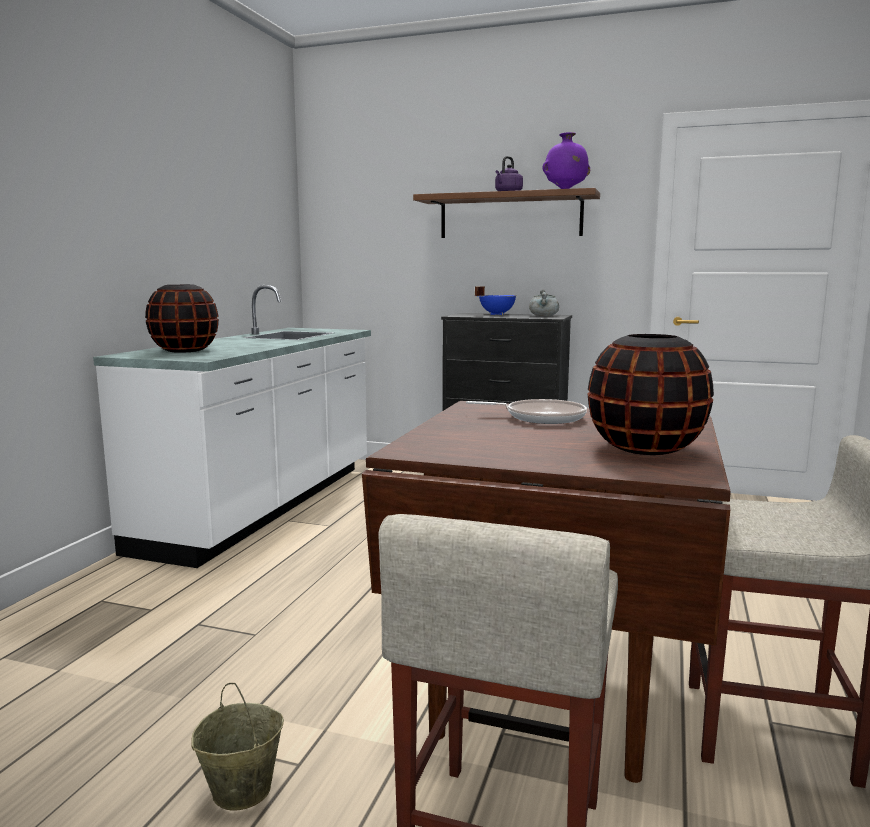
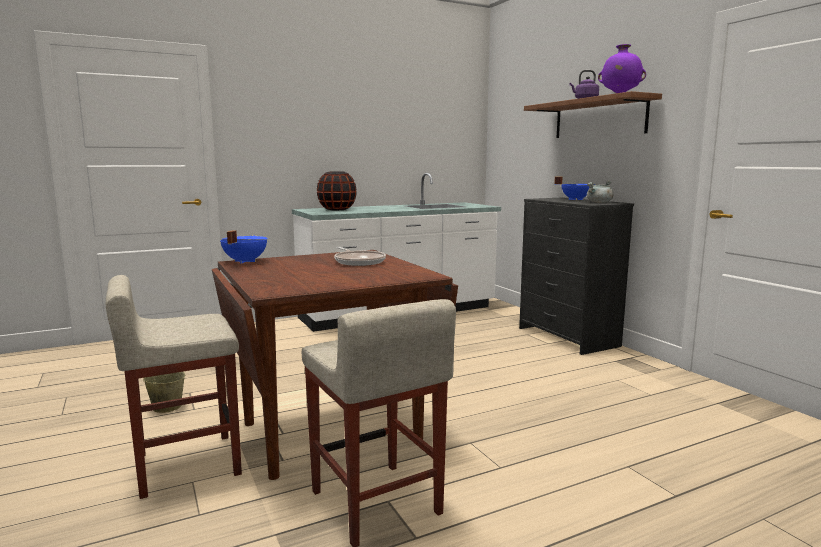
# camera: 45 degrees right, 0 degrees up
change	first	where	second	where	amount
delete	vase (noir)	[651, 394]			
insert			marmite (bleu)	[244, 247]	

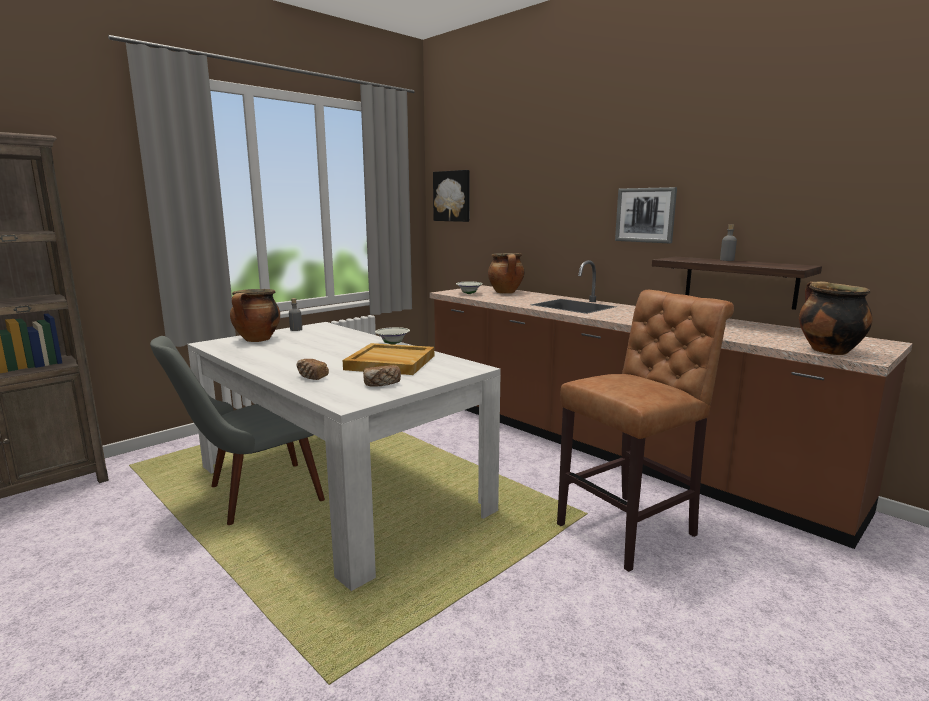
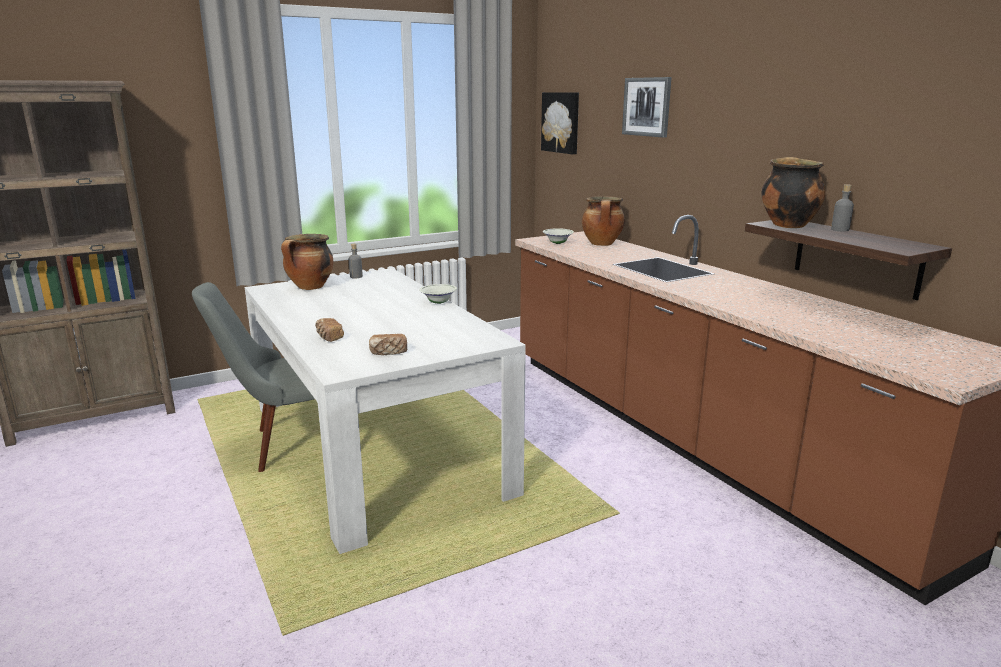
# camera: 15 degrees right, 5 degrees up
change	first	where	second	where	amount
move	tableau	[646, 215]		[646, 107]	
move	marmite	[835, 318]		[793, 192]	
delete	tabouret (marron)	[645, 431]			
delete	plateau (beige)	[388, 359]			

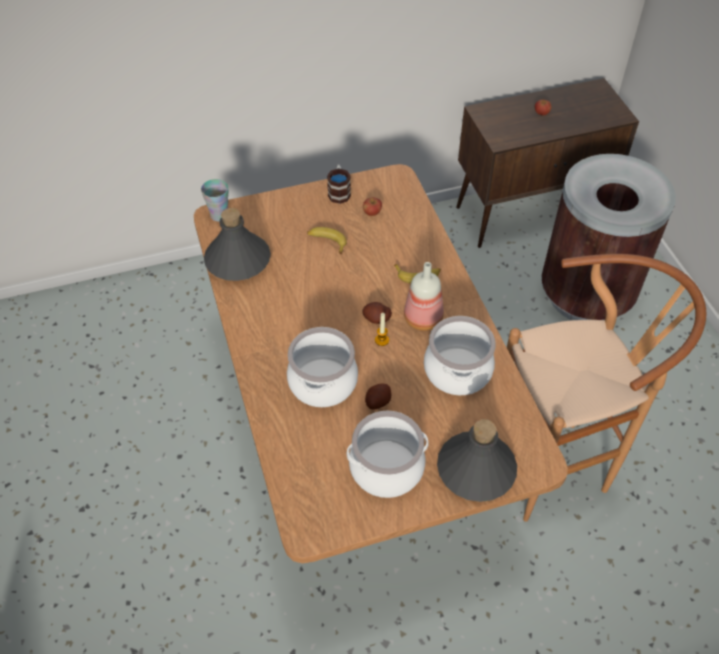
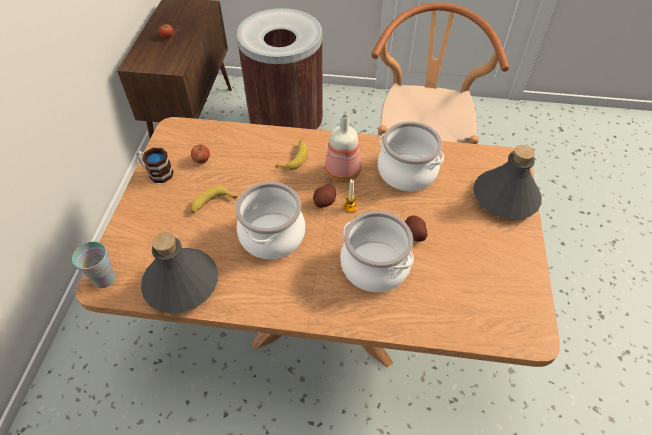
# camera: 65 degrees left, 0 degrees up
change	first	where	second	where	amount
move	marmite	[387, 454]		[270, 220]	

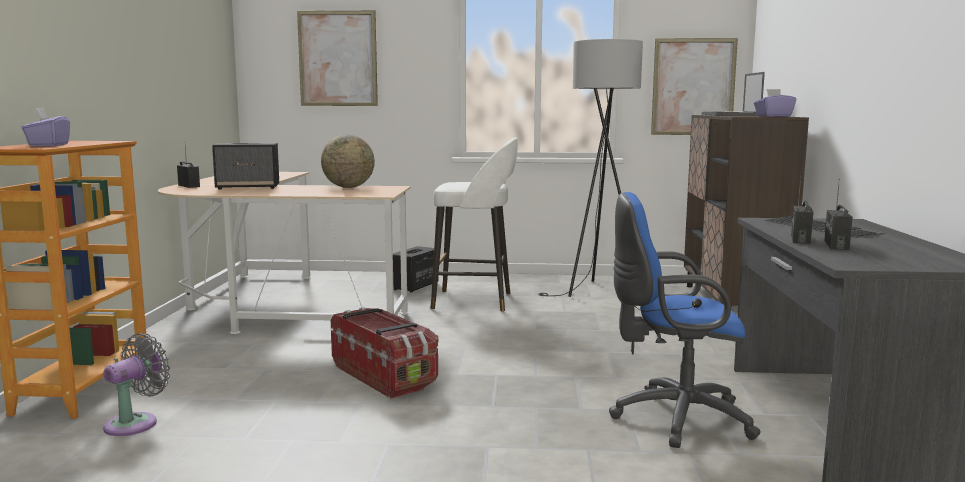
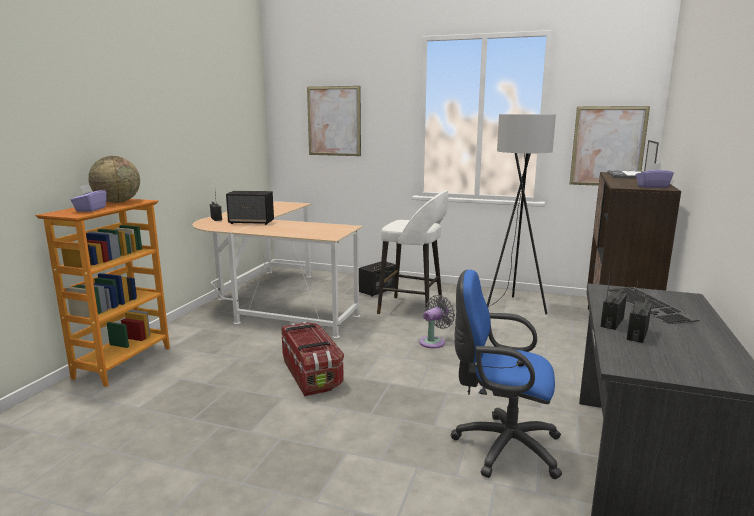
# camera: 15 degrees right, 5 degrees up
change	first	where	second	where	amount
move	globe	[348, 161]		[114, 179]	
move	ventilateur (gris)	[136, 384]		[437, 321]	

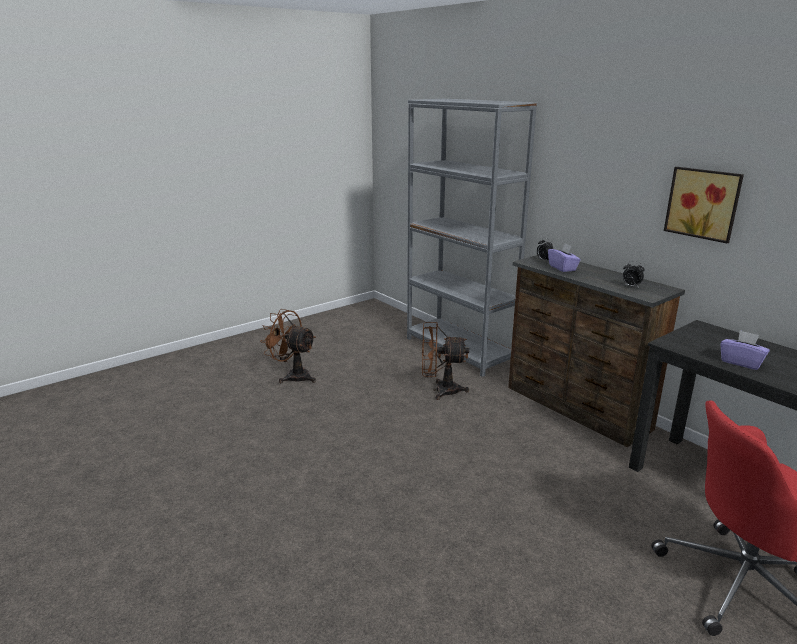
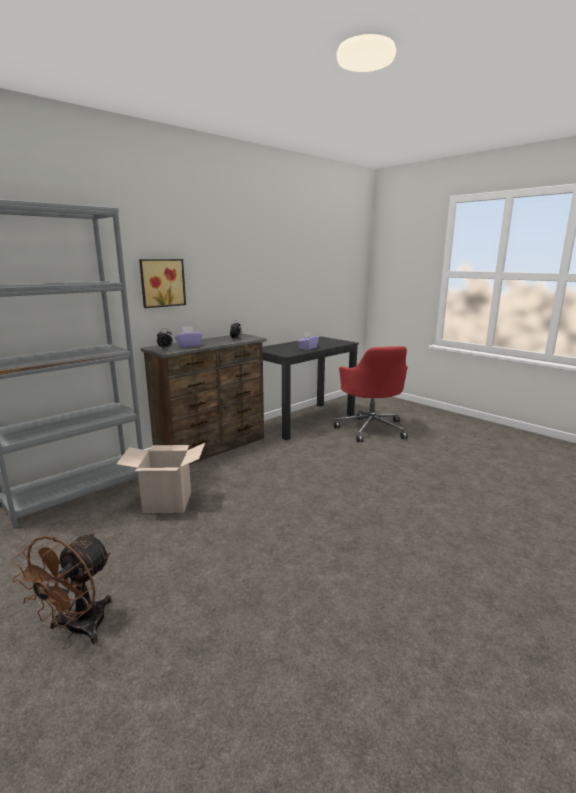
# camera: 95 degrees left, 5 degrees down
change	first	where	second	where	amount
move	tableau	[704, 205]		[162, 283]	
replace	ventilateur (marron)	[445, 361]	carton	[160, 478]	

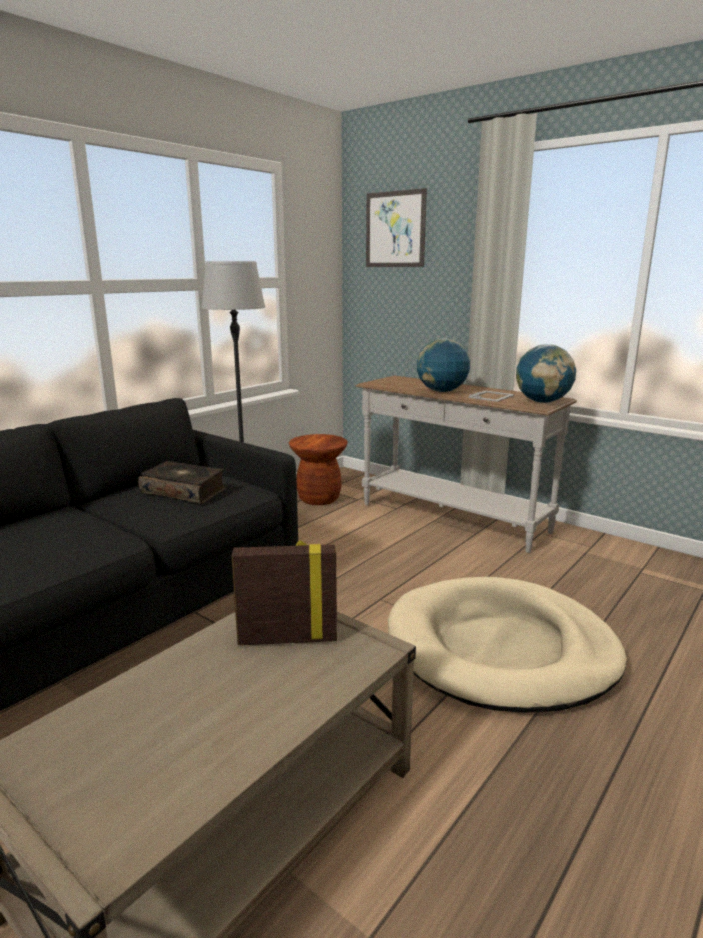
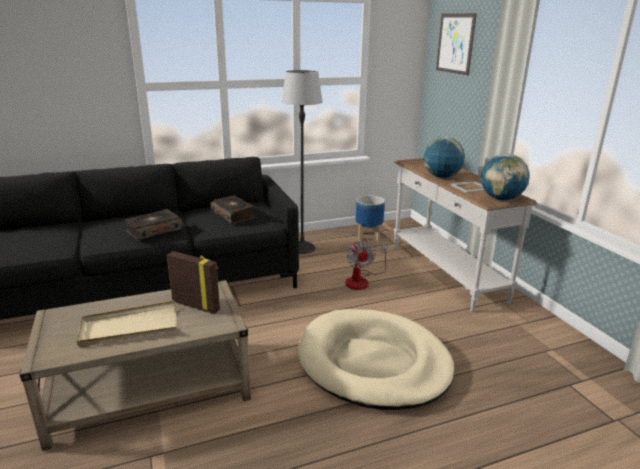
# camera: 30 degrees right, 5 degrees up
change	first	where	second	where	amount
replace	tabouret (marron)	[318, 469]	cache-pot	[370, 218]	
insert			livre	[153, 224]	
insert			ventilateur	[366, 265]	
insert			plateau (beige)	[127, 324]	

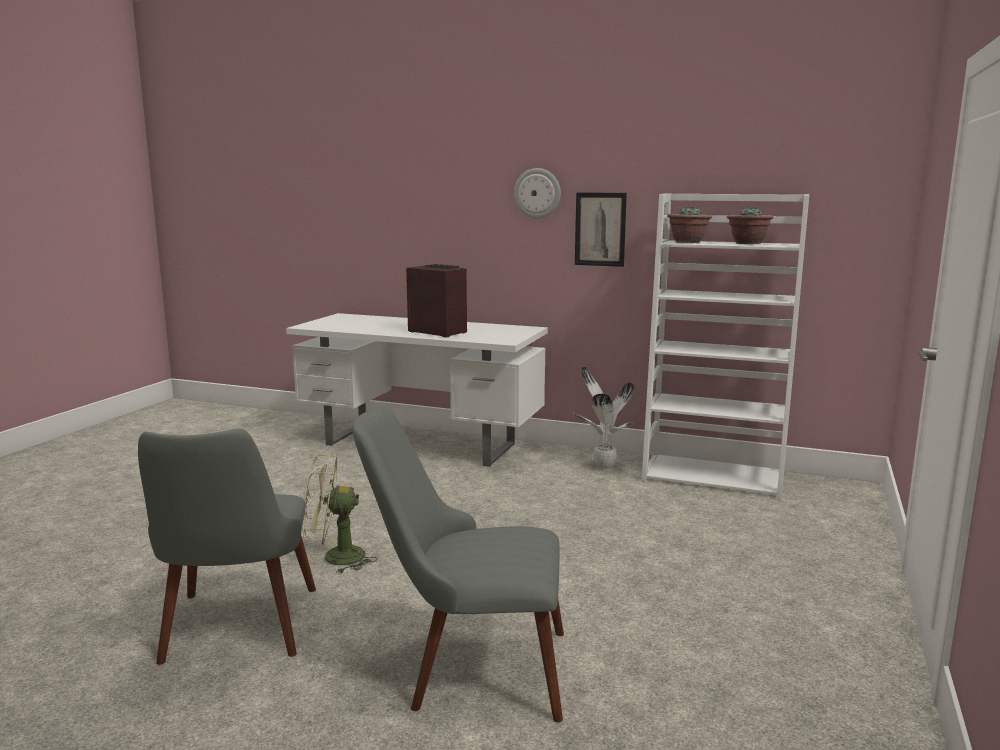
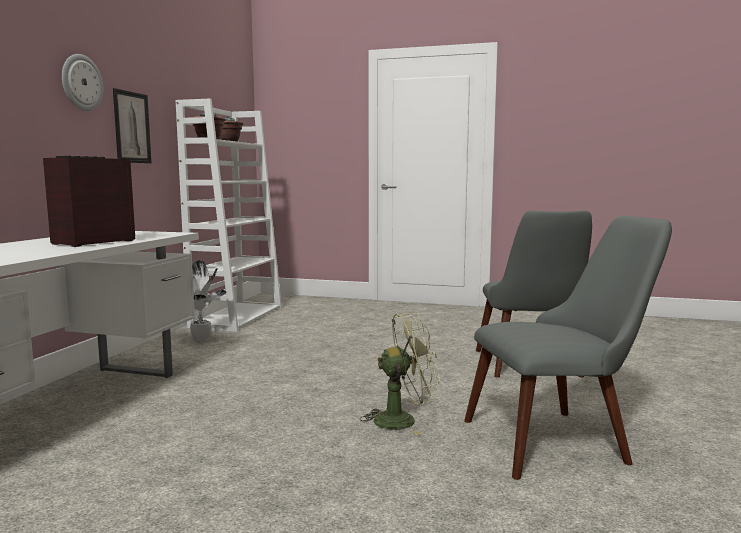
# camera: 95 degrees left, 5 degrees down
change	first	where	second	where	amount
rotate	ventilateur (vert)	[340, 513]		[400, 373]	90 degrees counterclockwise

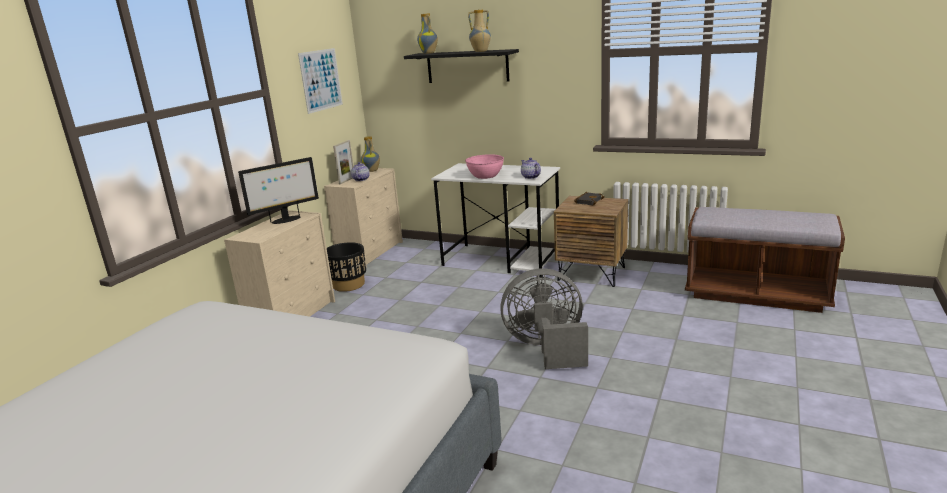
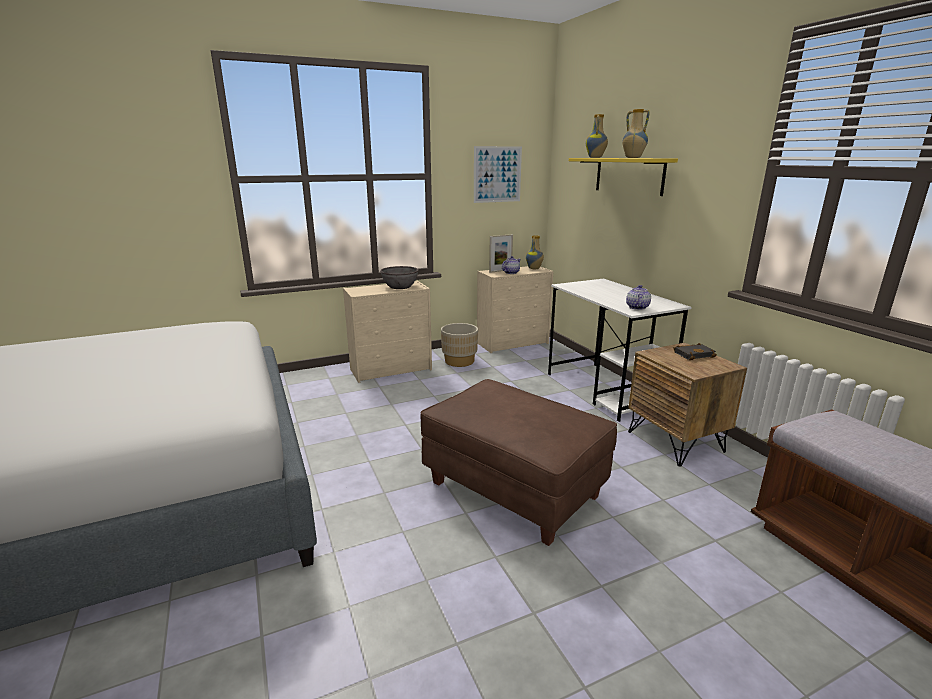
# camera: 40 degrees right, 0 degrees up
change	first	where	second	where	amount
recolor	étagère (noir)	[461, 66]	étagère (jaune)	[623, 177]	
delete	bol (rose)	[484, 166]			
replace	écran d'ordinateur	[278, 190]	bol (gris)	[399, 277]	
recolor	cache-pot (noir)	[346, 267]	cache-pot (beige)	[459, 345]	
replace	ventilateur (gris)	[544, 318]	pouf (marron)	[519, 462]	

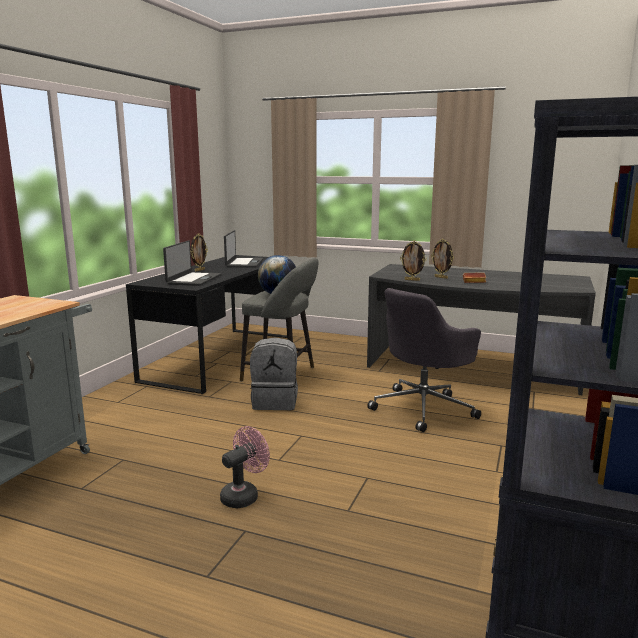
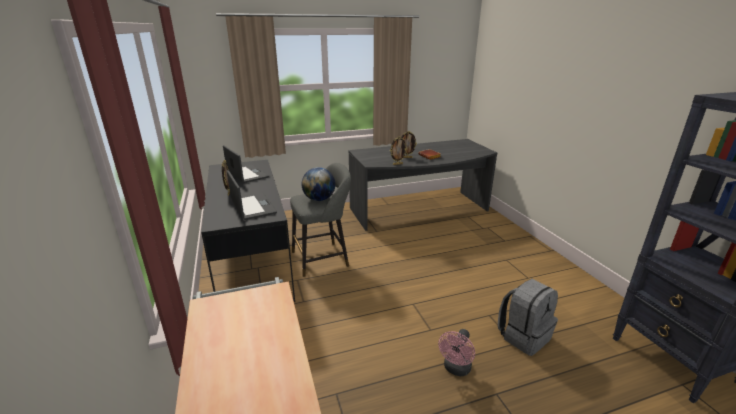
# camera: 40 degrees left, 10 degrees up
change	first	where	second	where	amount
delete	chaise de bureau (gris)	[424, 360]			
move	sac à dos (gris)	[274, 373]		[528, 317]	
rotate	ventilateur (rose)	[245, 467]		[456, 352]	150 degrees counterclockwise

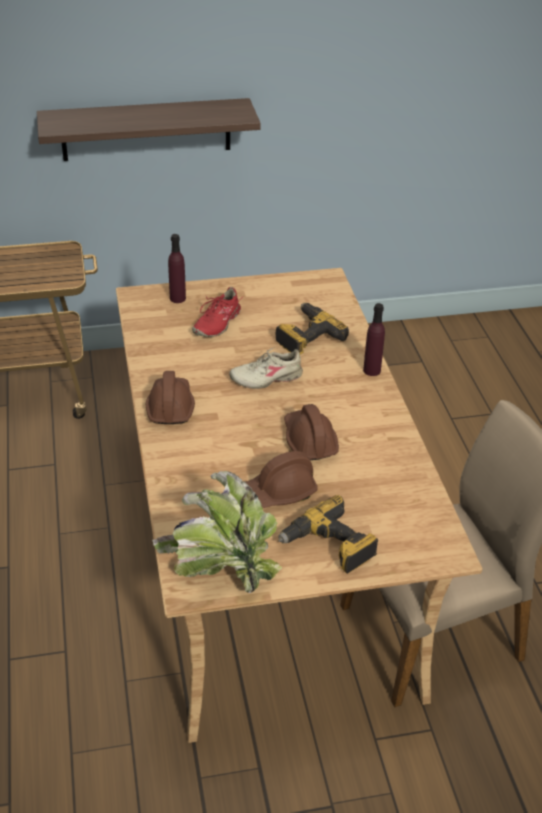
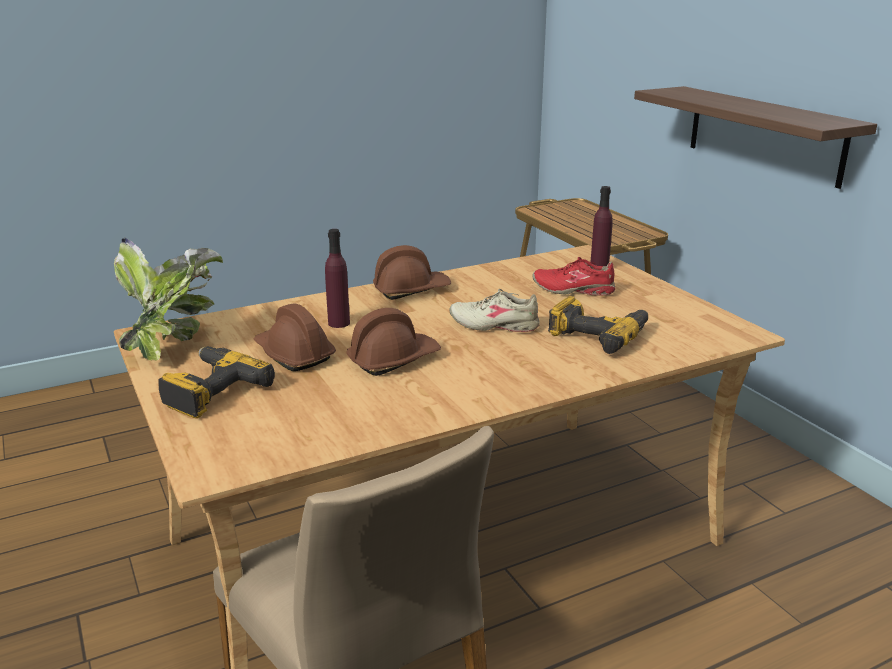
# camera: 75 degrees right, 15 degrees down
change	first	where	second	where	amount
move	bouteille (violet)	[374, 339]		[337, 278]	
rotate	chaussure (beige)	[266, 368]		[494, 310]	45 degrees counterclockwise

